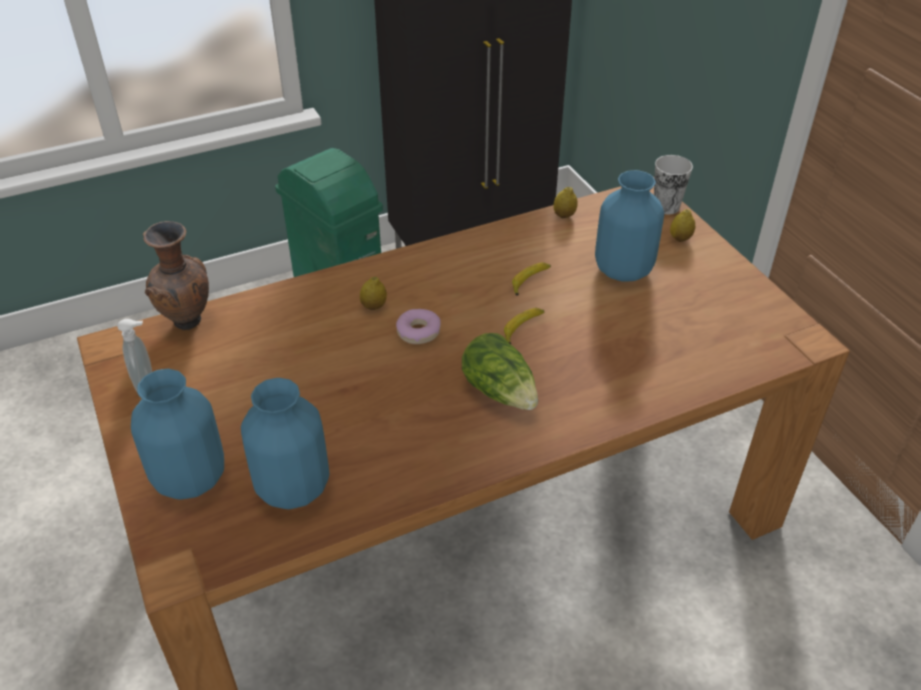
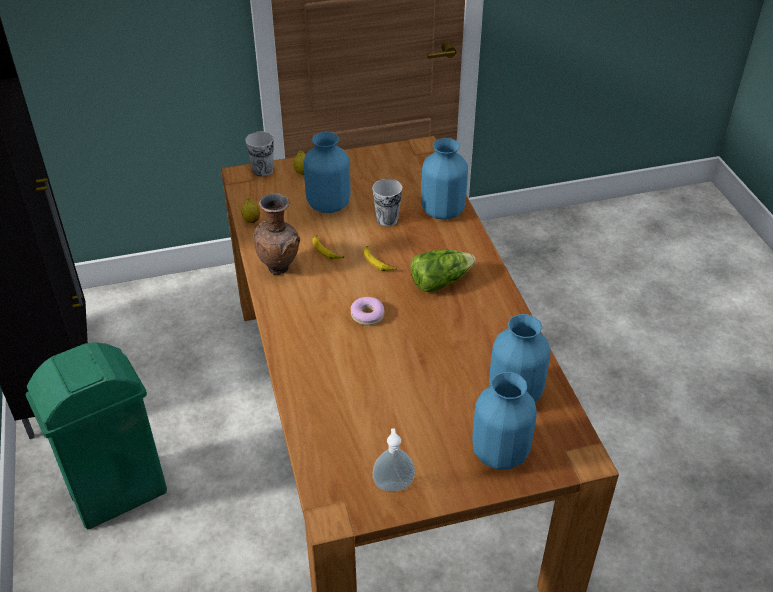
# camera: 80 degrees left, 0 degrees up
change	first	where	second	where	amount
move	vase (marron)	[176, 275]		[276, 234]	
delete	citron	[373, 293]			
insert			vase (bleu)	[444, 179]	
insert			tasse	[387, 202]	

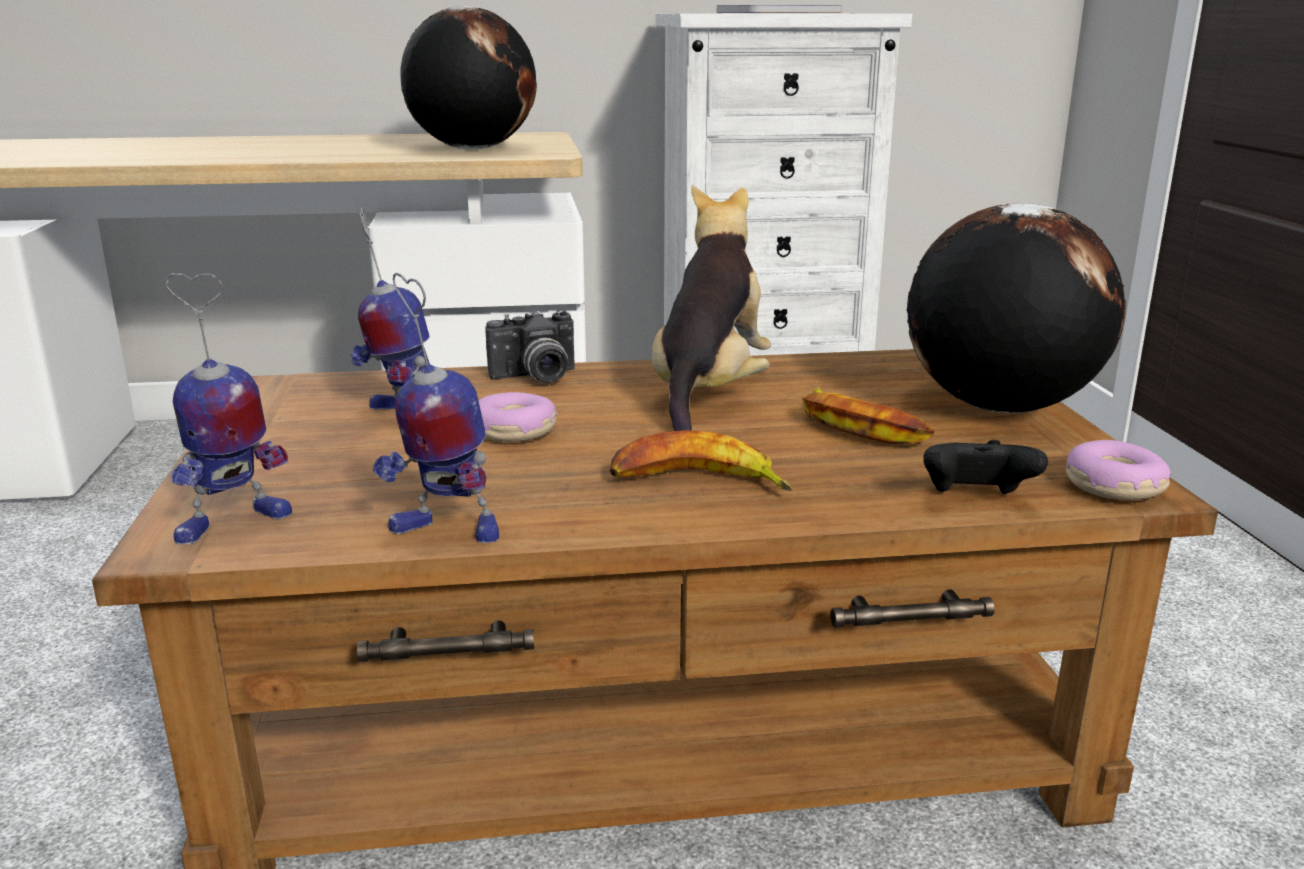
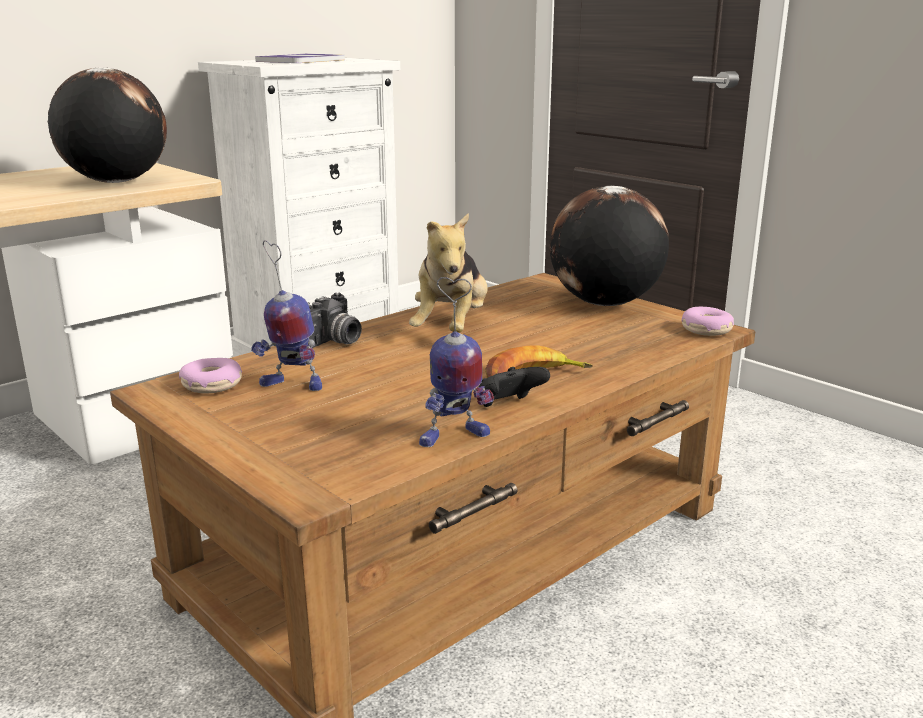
# camera: 35 degrees left, 0 degrees up
change	first	where	second	where	amount
rotate	peluche	[711, 308]		[448, 273]	150 degrees counterclockwise
delete	robot jouet	[228, 408]			
delete	banane	[868, 415]			
move	beignet	[518, 417]		[210, 375]	
move	manette (noir)	[985, 467]		[514, 387]	

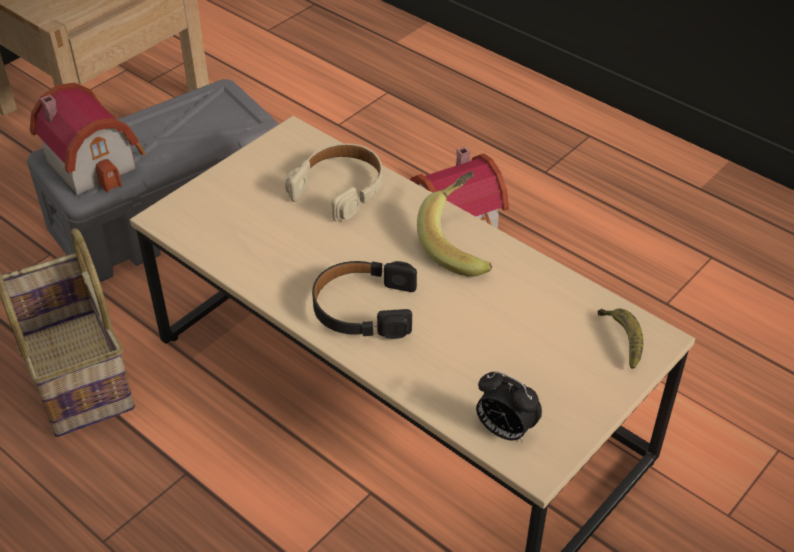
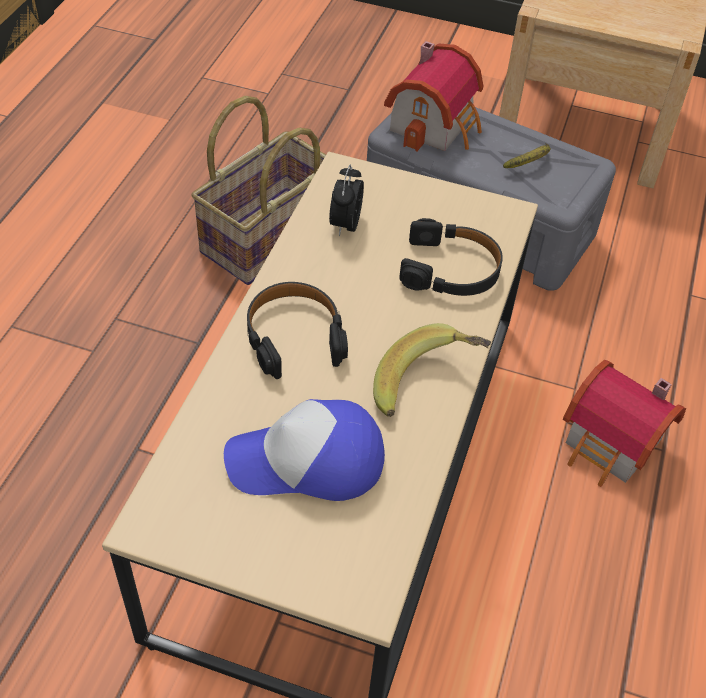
# camera: 65 degrees right, 5 degrees up
change	first	where	second	where	amount
recolor	casque audio (beige)	[334, 183]	casque audio (noir)	[451, 257]	
move	banane	[620, 338]		[527, 155]	
move	réveil	[509, 407]		[346, 201]	
insert			casquette	[304, 450]	

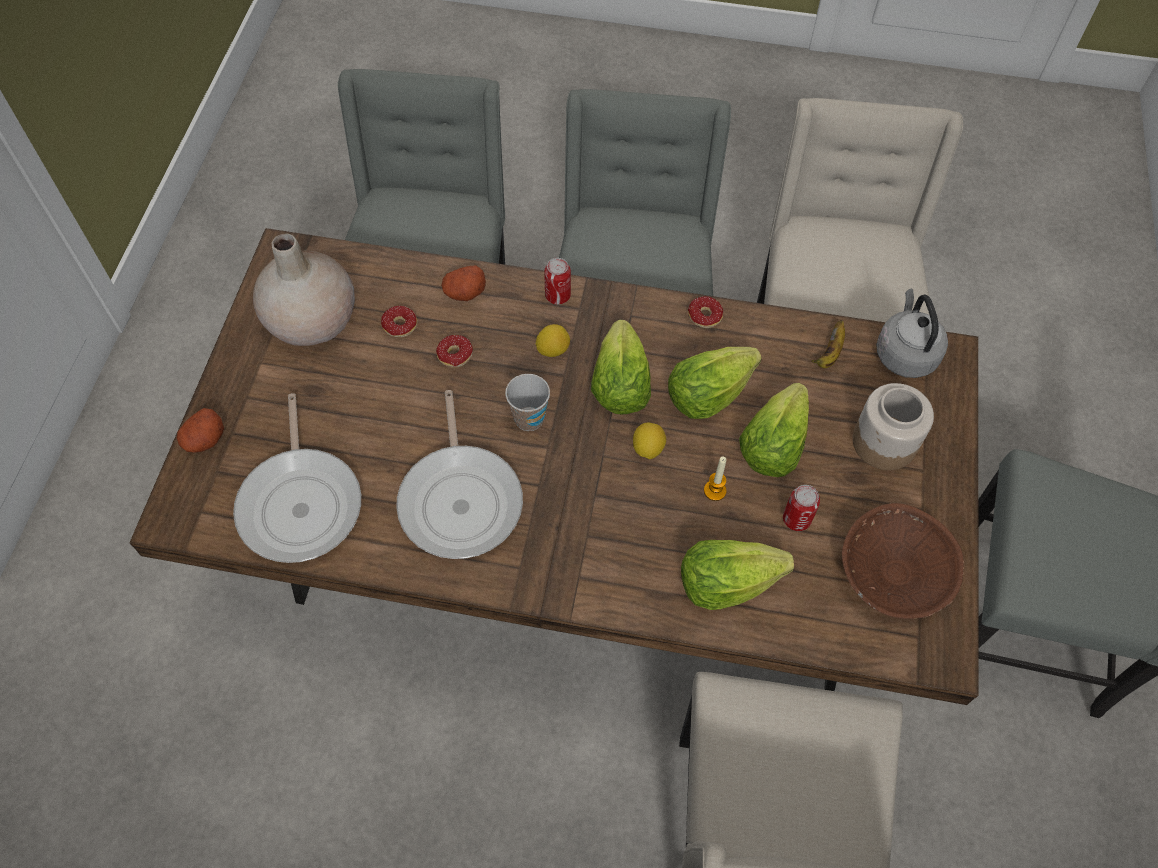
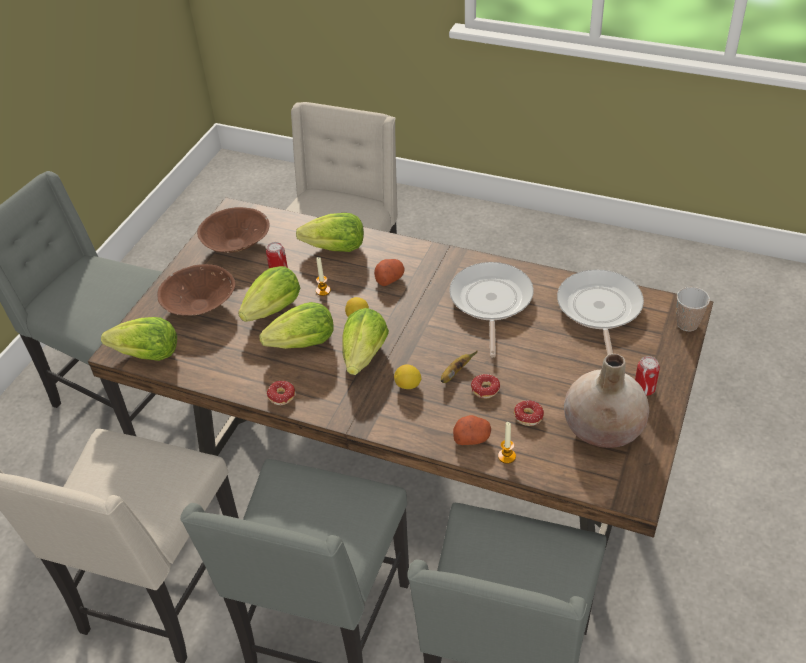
# camera: 165 degrees left, 15 degrees down
change	first	where	second	where	amount
move	boîte métallique	[558, 281]		[647, 376]	
replace	bouilloire (gris)	[912, 333]	laitue	[139, 339]	
move	banane	[828, 344]		[459, 367]	
move	tasse	[527, 402]		[693, 309]	
replace	bocal	[893, 426]	bol (marron)	[196, 289]	
move	pomme de terre	[200, 430]		[389, 272]	
insert			bougie	[507, 443]	

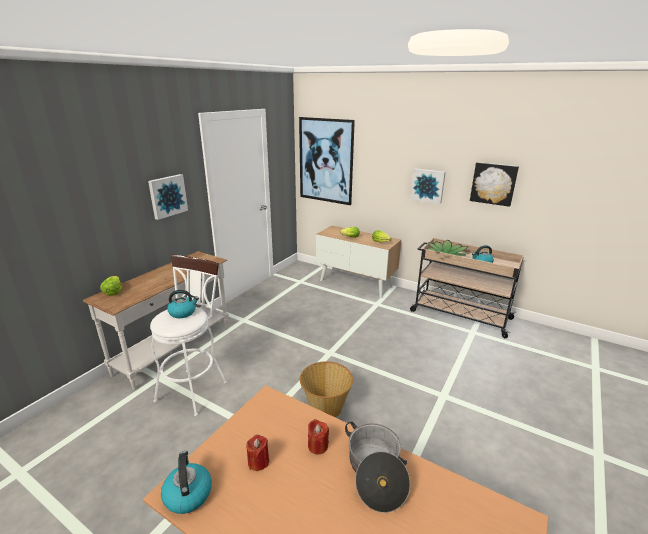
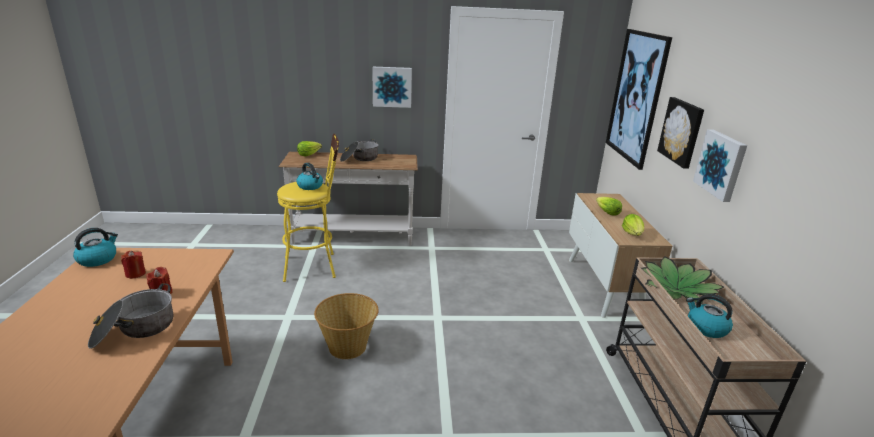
# camera: 55 degrees right, 0 degrees up
change	first	where	second	where	amount
move	tableau	[494, 184]		[680, 133]	
recolor	tabouret (blanc)	[188, 335]	tabouret (jaune)	[308, 208]	
insert			marmite	[359, 150]	

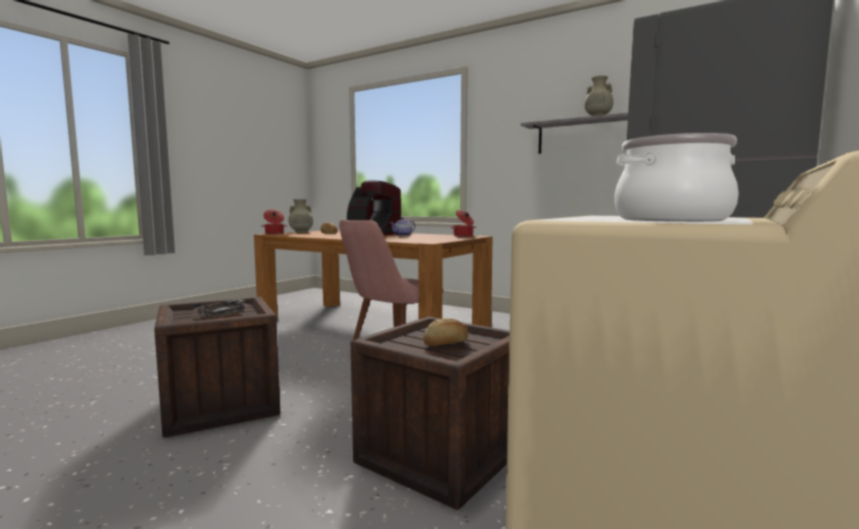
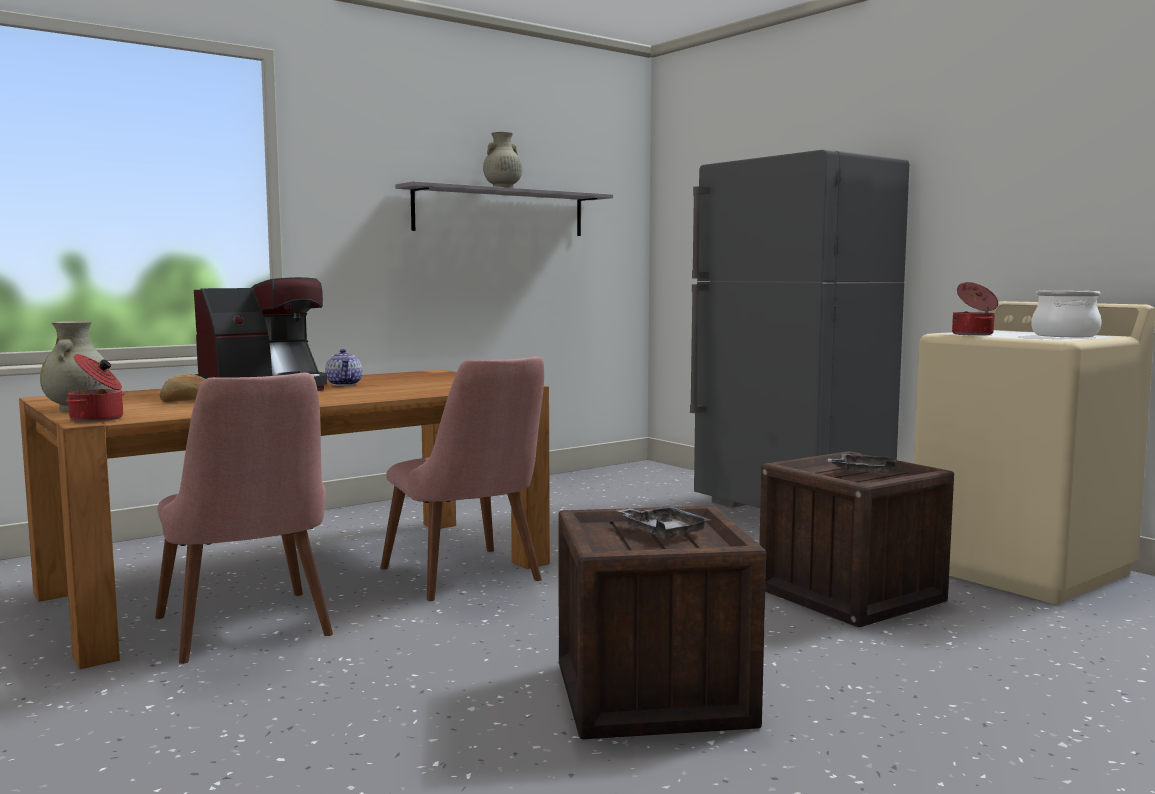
# camera: 70 degrees left, 0 degrees up
change	first	where	second	where	amount
move	marmite	[463, 223]		[975, 309]	
replace	pain	[445, 332]	plateau (gris)	[861, 464]	
insert			chaise (rose)	[244, 518]	

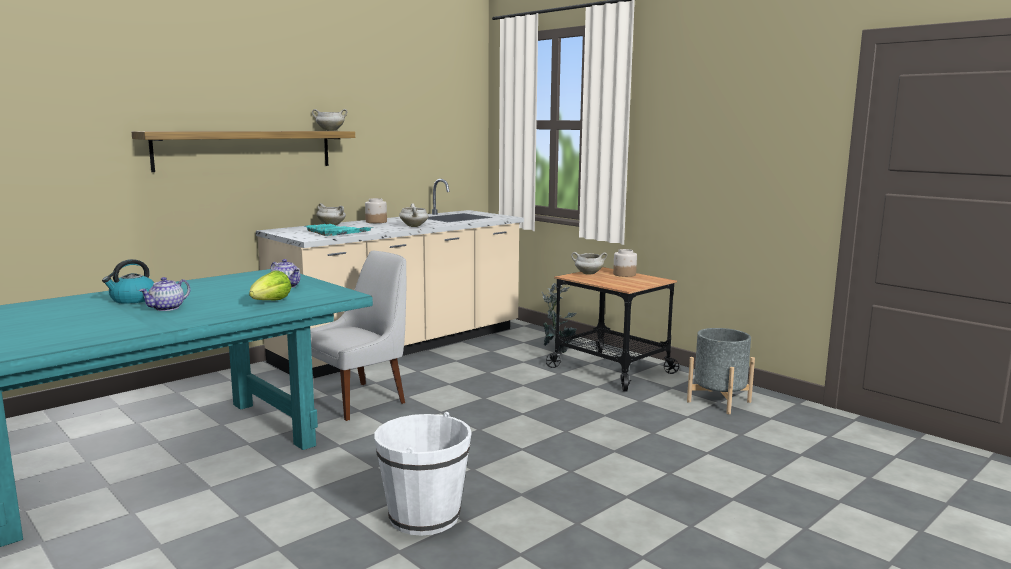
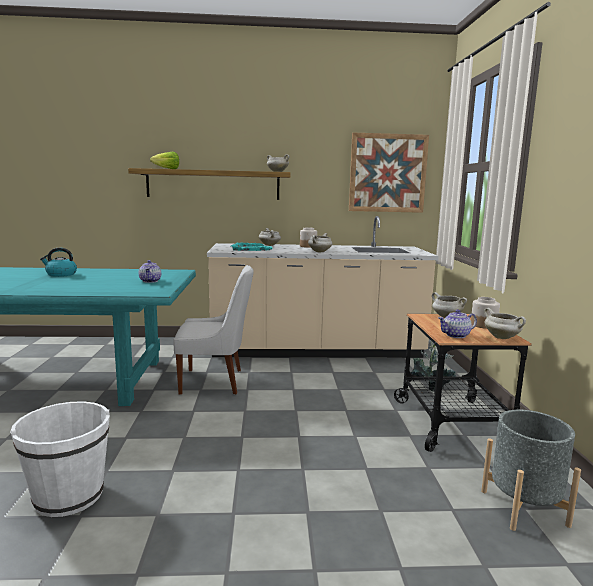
# camera: 40 degrees right, 0 degrees up
change	first	where	second	where	amount
move	laitue	[270, 285]		[164, 160]	
move	théière	[164, 294]		[457, 323]	
insert			tableau	[389, 173]	
insert			marmite (blanc)	[505, 323]	

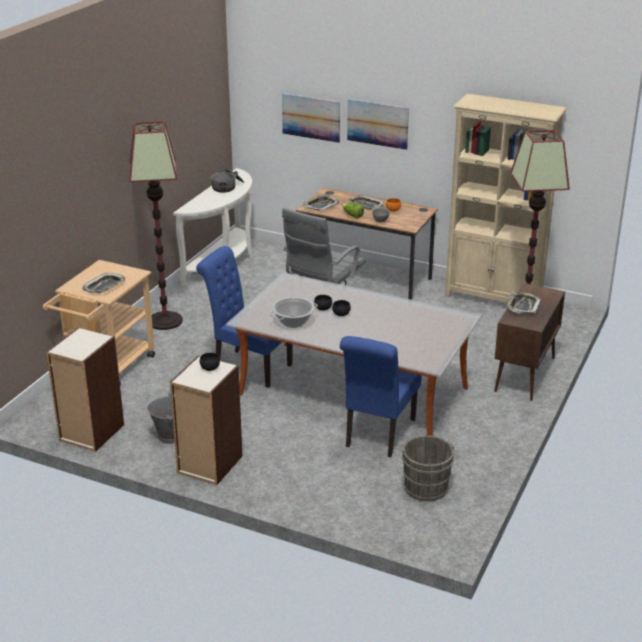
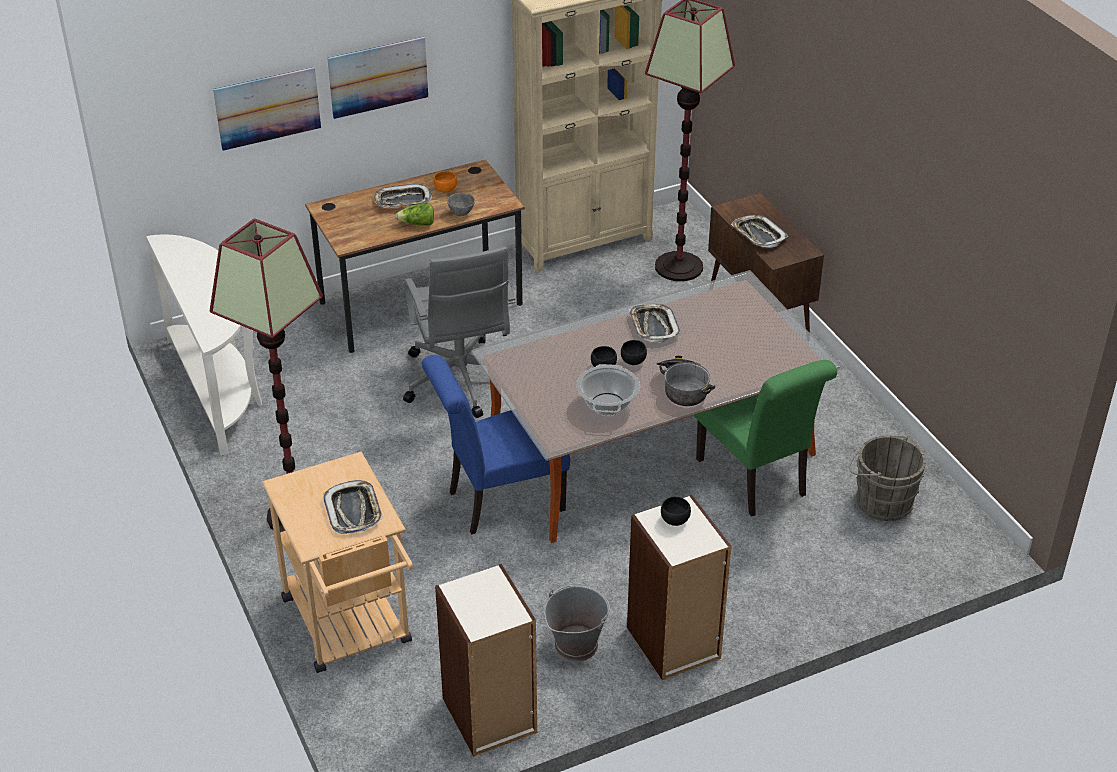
# camera: 50 degrees left, 10 degrees up
change	first	where	second	where	amount
move	marmite	[227, 181]		[686, 380]	
move	plateau	[321, 202]		[654, 323]	
recolor	chaise (bleu)	[381, 396]	chaise (vert)	[765, 438]	

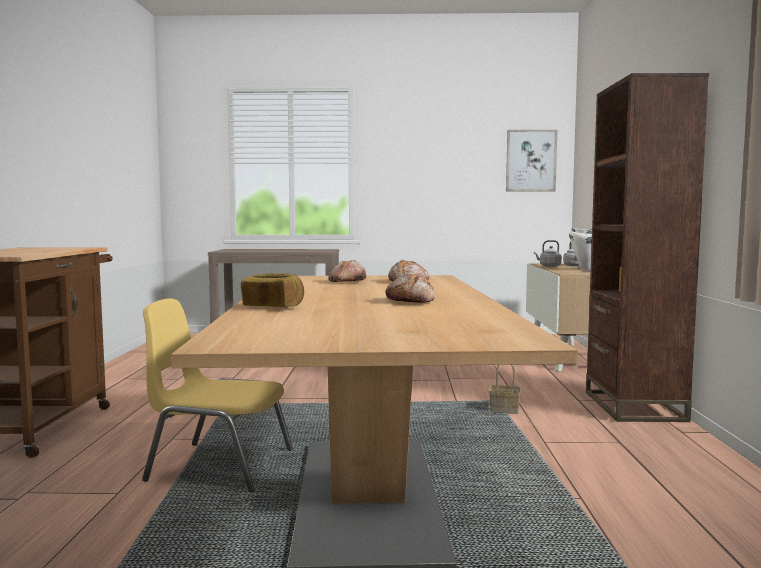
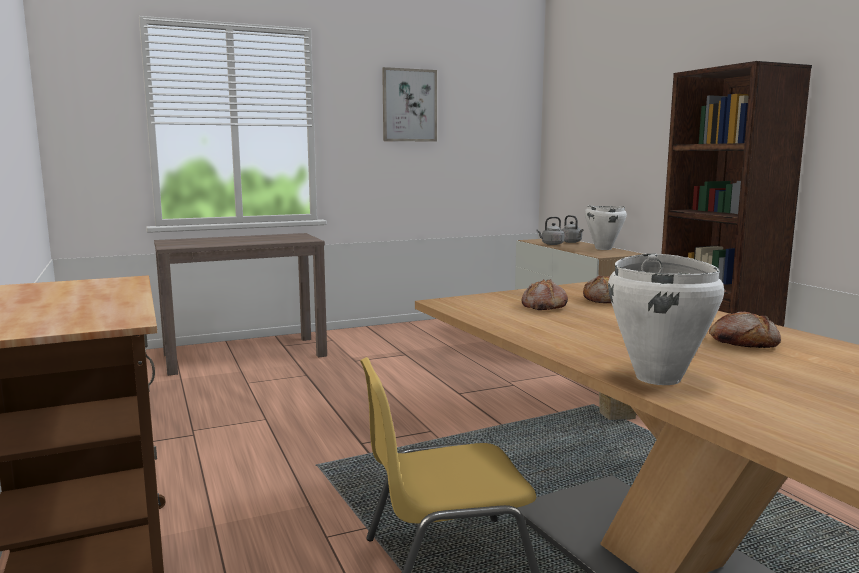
# camera: 25 degrees left, 5 degrees up
change	first	where	second	where	amount
move	tableau	[531, 160]		[409, 104]	
replace	pain	[272, 290]	marmite (blanc)	[666, 319]	

